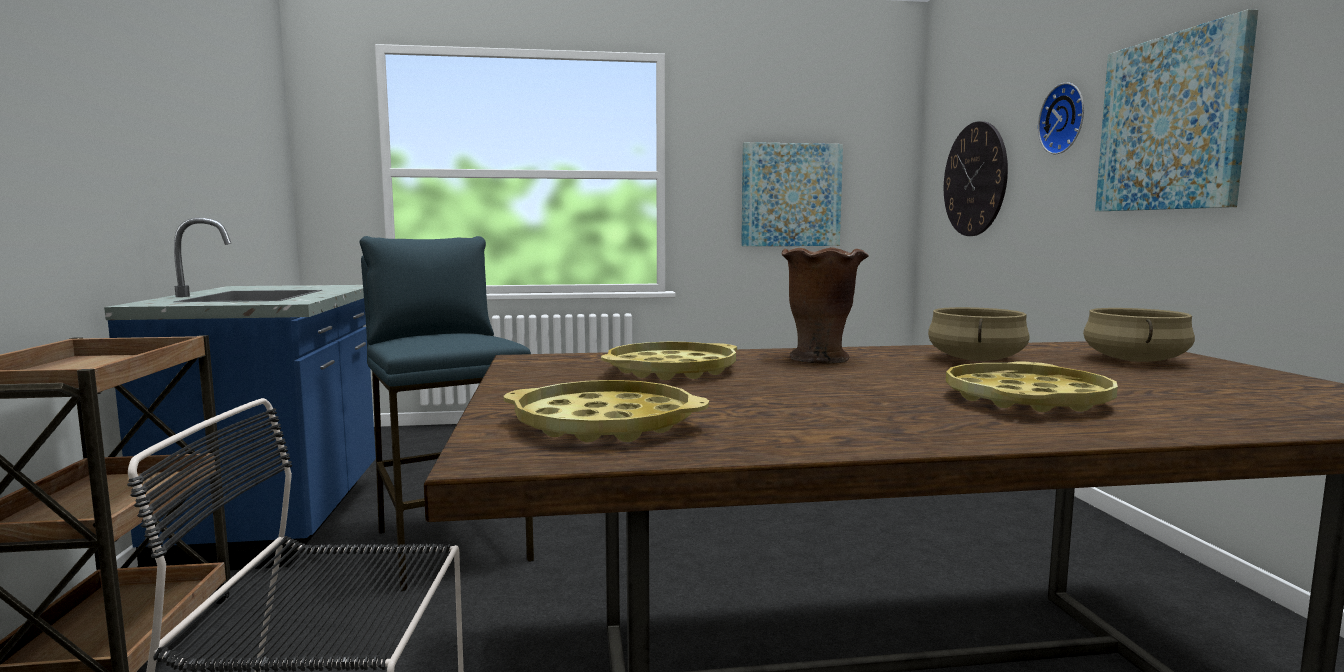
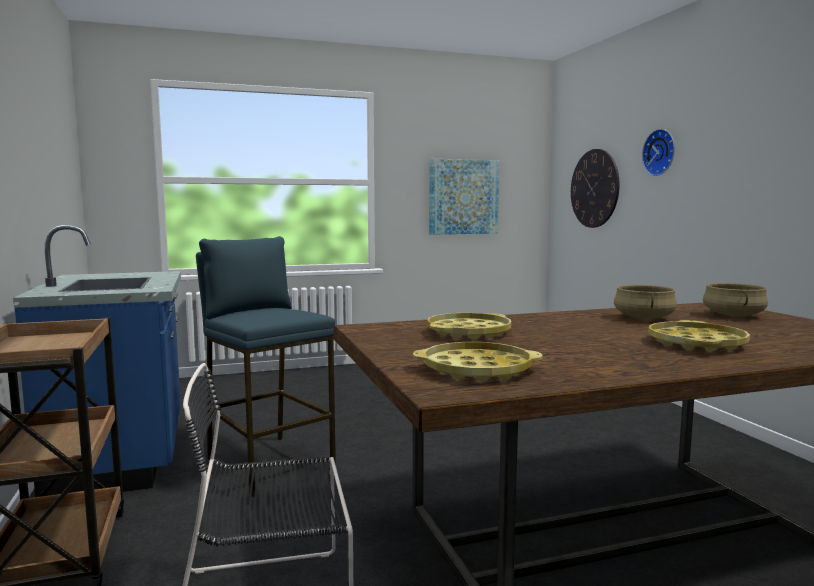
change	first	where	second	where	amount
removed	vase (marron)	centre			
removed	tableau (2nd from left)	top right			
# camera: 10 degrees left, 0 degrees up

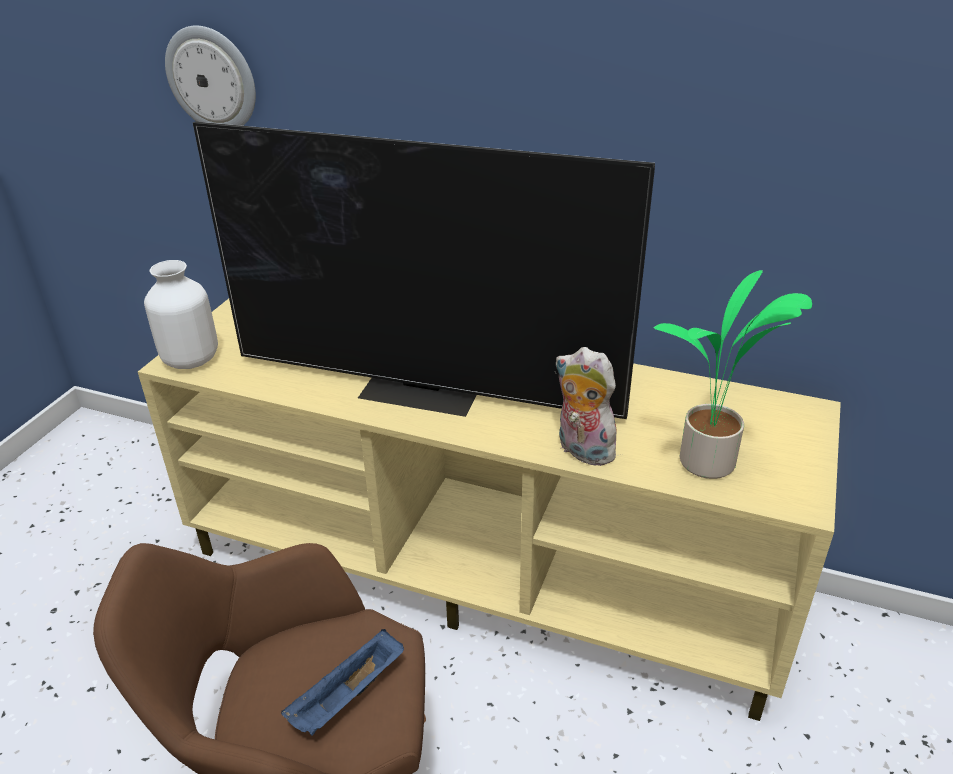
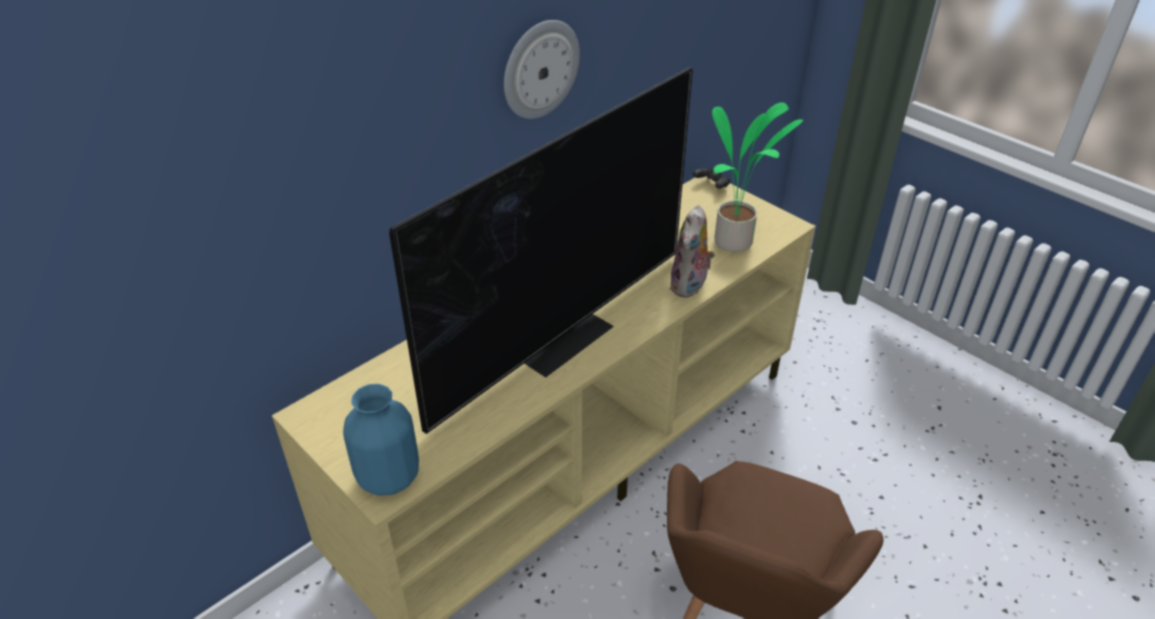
change	first	where	second	where	amount
recoloured	vase (blanc)	middle left	vase (bleu)	bottom left	
moved	horloge murale	top left		top centre	
removed	plateau (bleu)	bottom centre			
turned	peluche	centre		centre	45 degrees counterclockwise
added			manette (noir)	top centre	
# camera: 65 degrees left, 5 degrees up

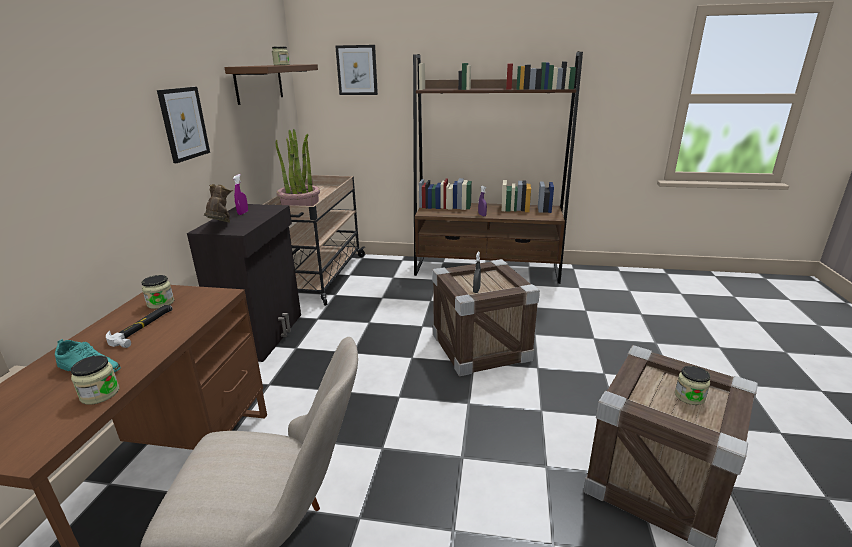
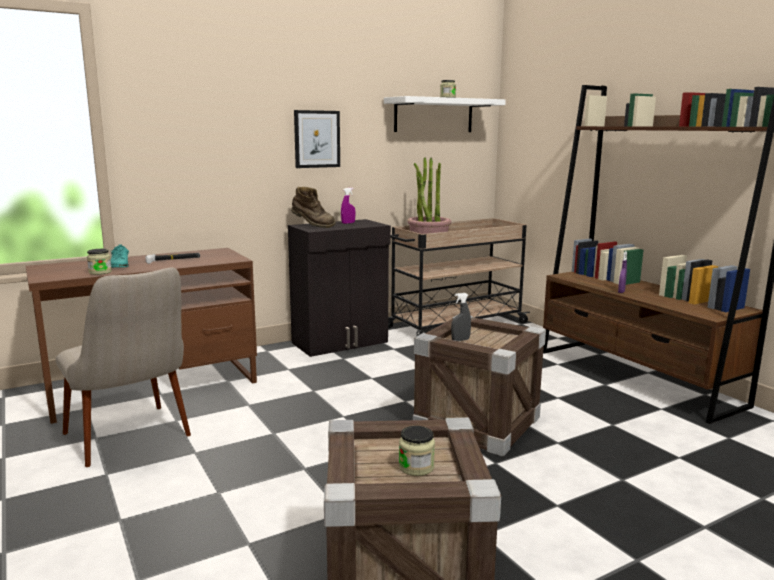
change	first	where	second	where	amount
removed	bocal (2nd from left)	middle left			
turned	botte (marron)	middle left		centre	75 degrees clockwise
recoloured	étagère (marron)	top left	étagère (blanc)	top centre	
removed	tableau (2nd from left)	top centre			
# camera: 50 degrees right, 10 degrees down

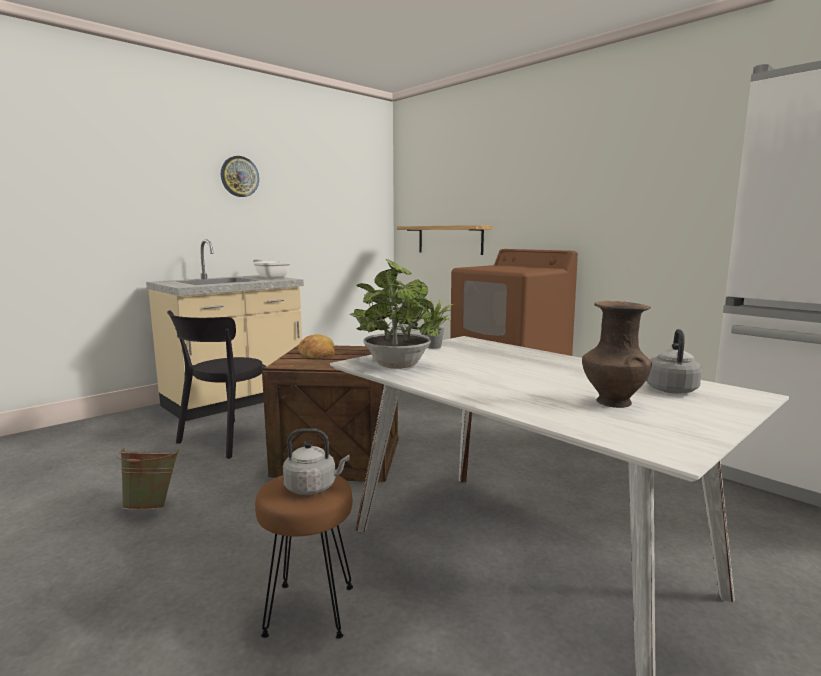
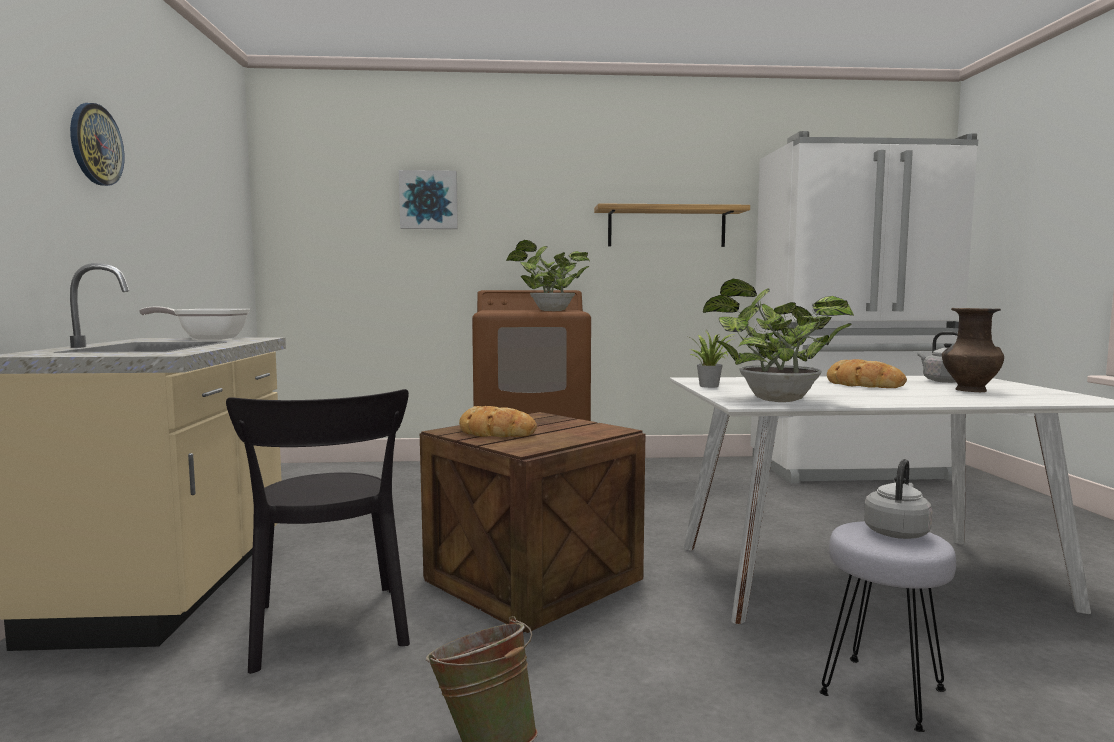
change	first	where	second	where	amount
recoloured	tabouret (marron)	bottom centre	tabouret (gris)	bottom right	
moved	étagère	centre		top centre	
added			tableau	top centre	
added			plante en pot (1st from left)	centre	
added			pain (2nd from left)	middle right	
# camera: 50 degrees left, 5 degrees down

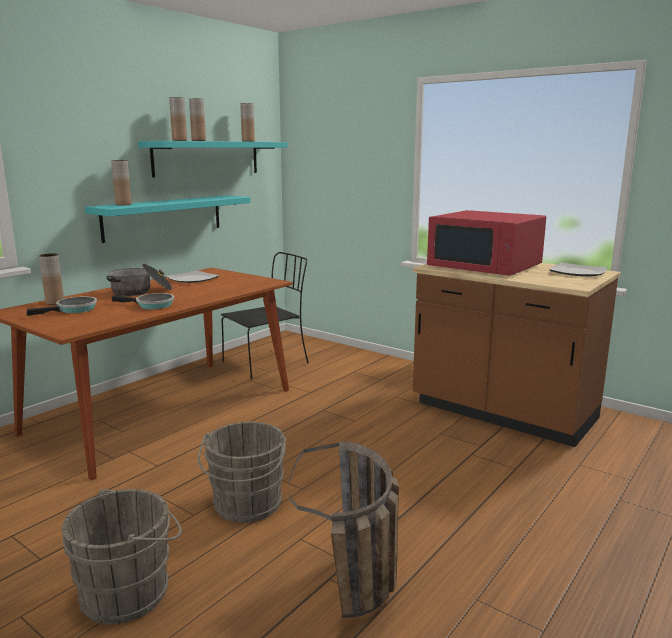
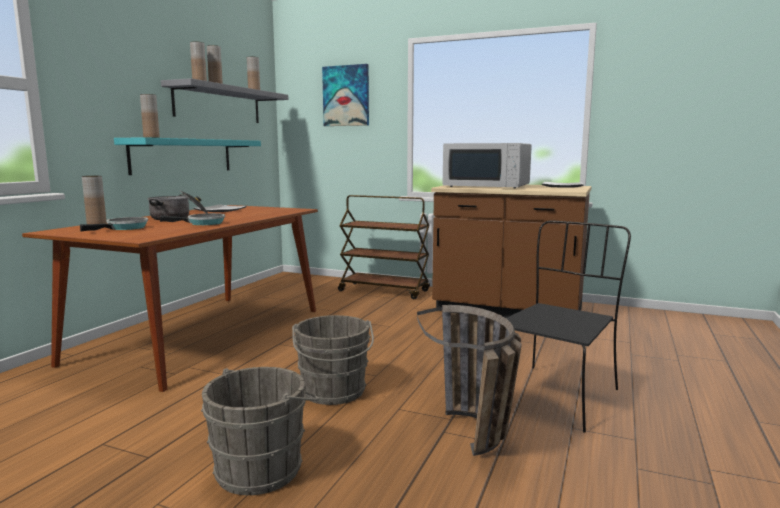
change	first	where	second	where	amount
recoloured	étagère (turquoise) (2nd from left)	top left	étagère (gris)	top left	
moved	chaise (noir)	centre		middle right	
recoloured	micro-ondes (rouge)	middle right	micro-ondes (blanc)	top centre	
added			tableau	top centre	
added			chariot (marron)	centre	
# camera: 15 degrees left, 5 degrees down

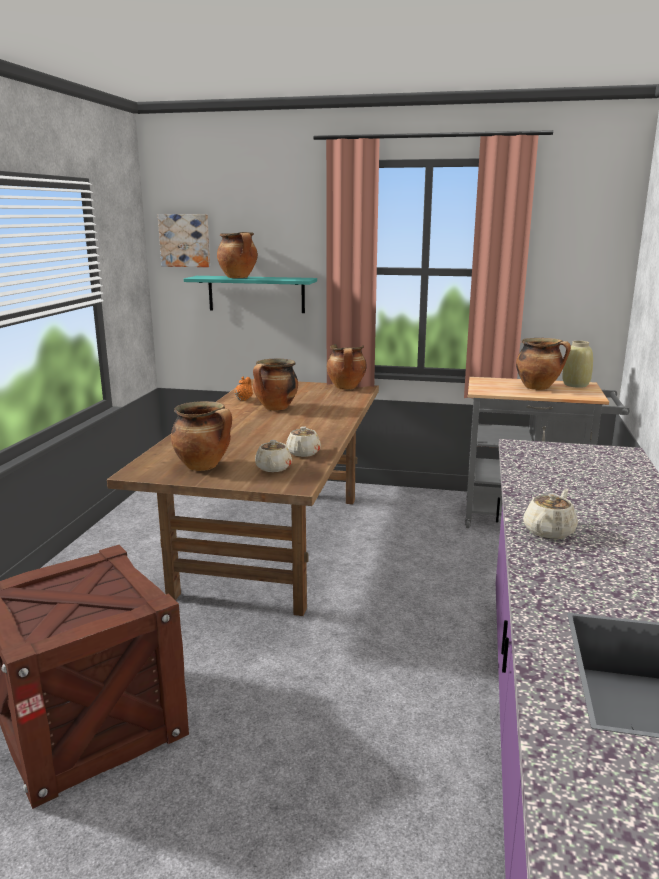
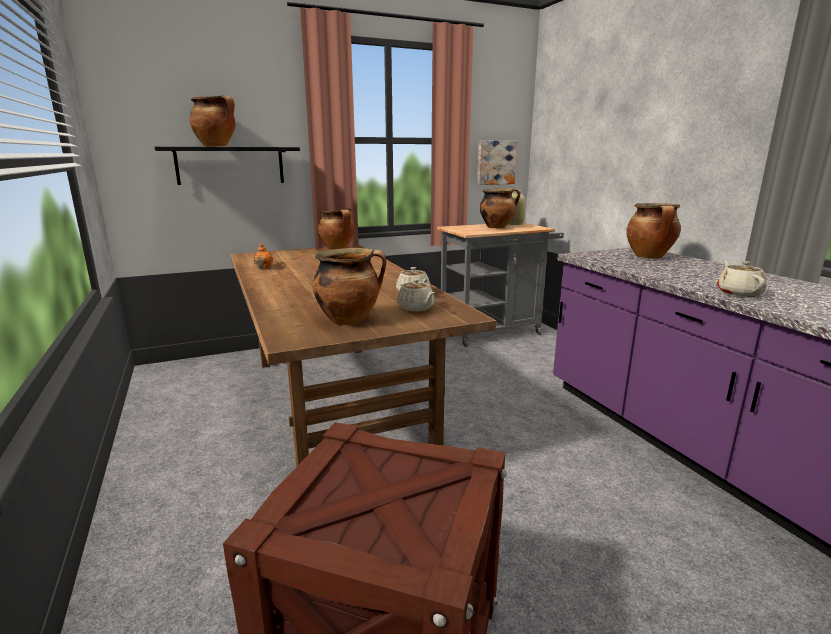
change	first	where	second	where	amount
moved	tableau	top left		top centre	
recoloured	étagère (turquoise)	centre	étagère (noir)	top left	
moved	marmite (3rd from left in the first image)	centre	marmite (5th from left)	middle right	
# camera: 35 degrees left, 0 degrees up

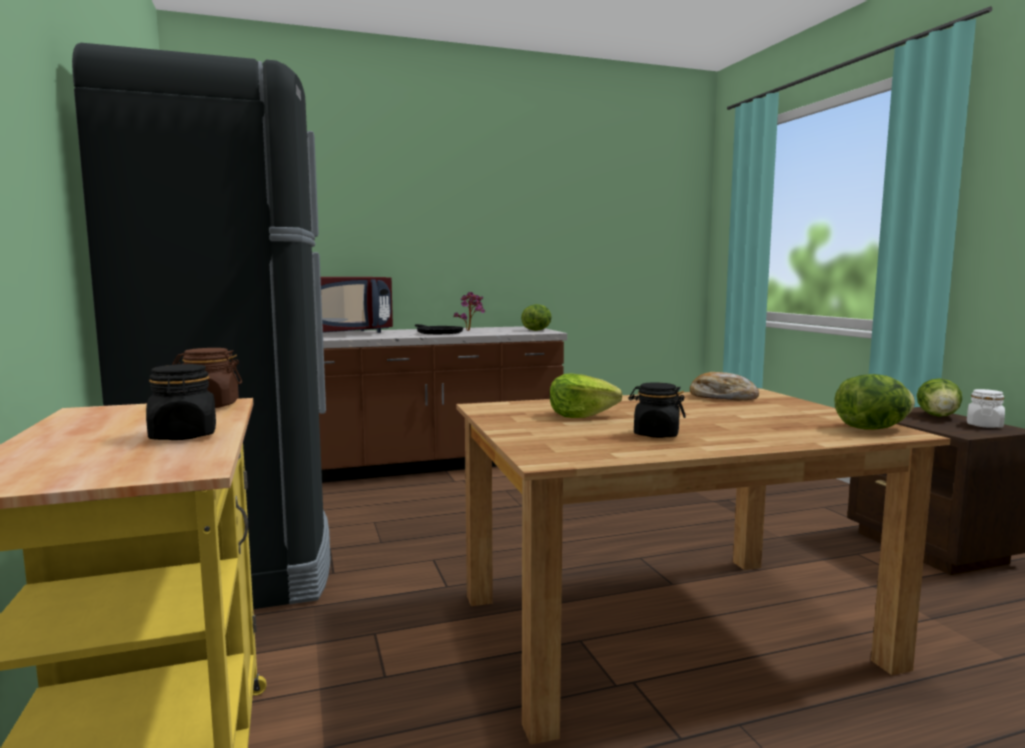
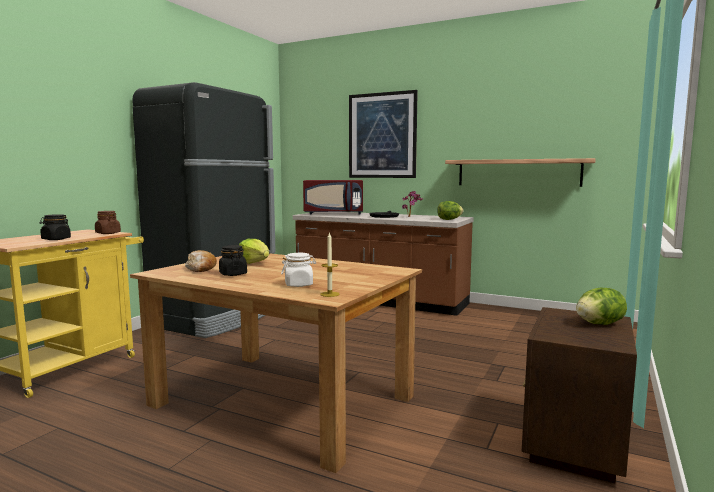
change	first	where	second	where	amount
moved	pain	middle right		middle left	
replaced	laitue (3rd from left)	middle right	bougie	centre	
moved	bocal (blanc)	middle right		centre	
added			tableau	top centre	
added			étagère	middle right	
# camera: 45 degrees right, 0 degrees up

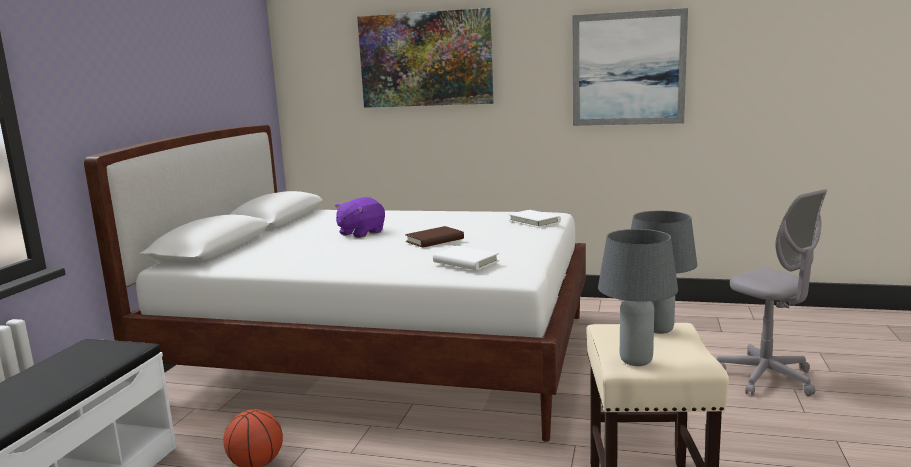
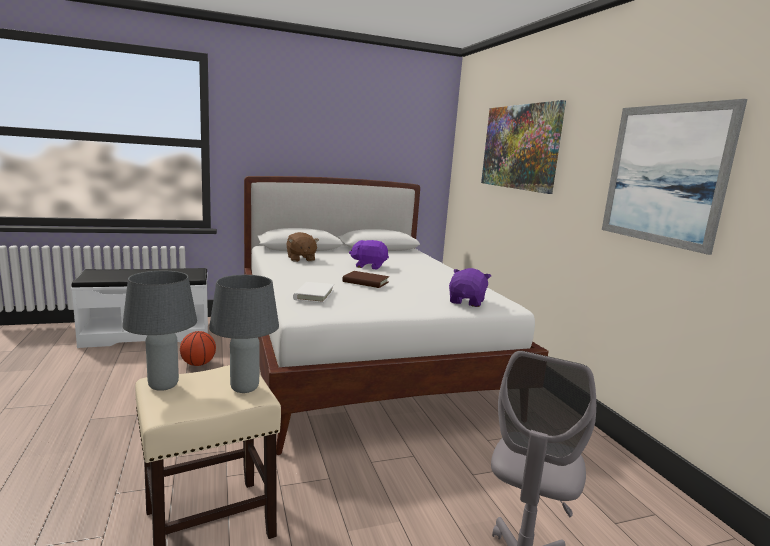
change	first	where	second	where	amount
replaced	livre (blanc) (2nd from left)	centre	peluche (violet) (2nd from left)	centre	
added			peluche (marron)	centre	
# camera: 55 degrees right, 0 degrees up

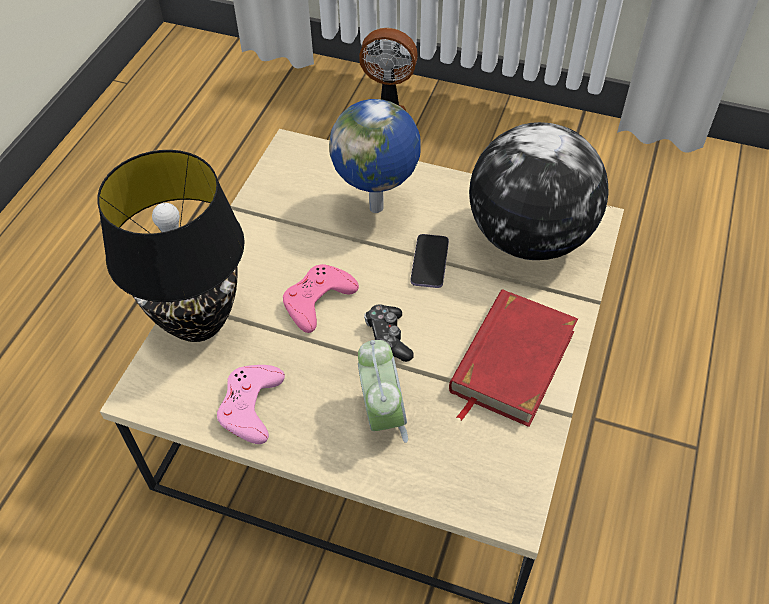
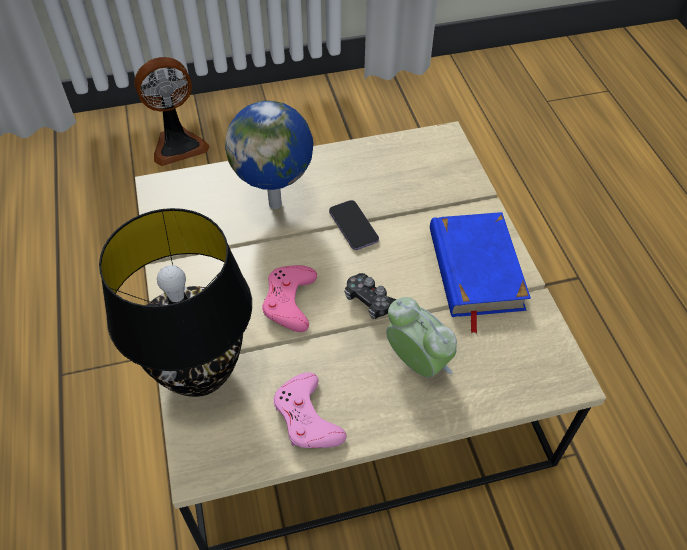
change	first	where	second	where	amount
recoloured	livre (rouge)	middle right	livre (bleu)	middle right	
removed	globe (2nd from left)	top right			
# camera: 35 degrees left, 0 degrees up

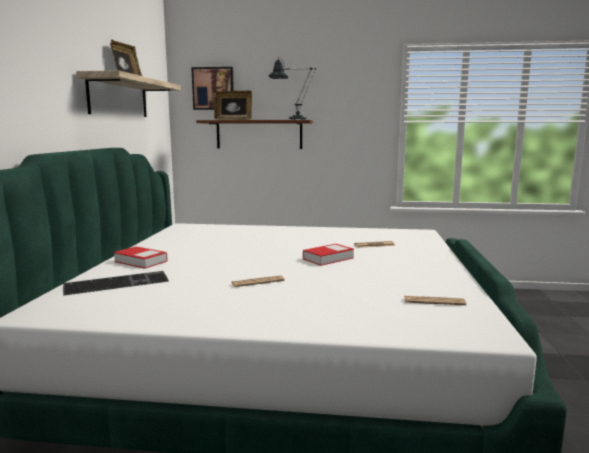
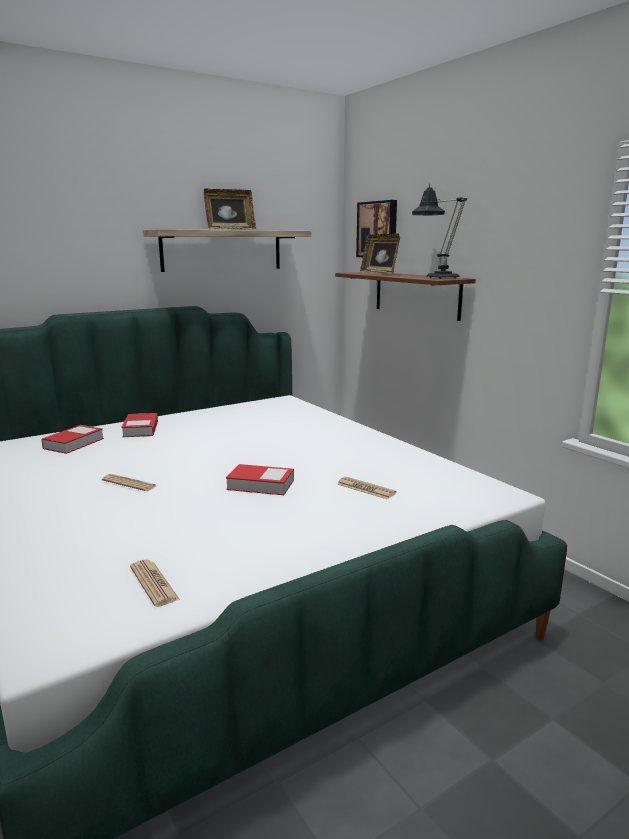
change	first	where	second	where	amount
replaced	clavier	middle left	livre (1st from left)	middle left	
# camera: 50 degrees right, 5 degrees up

